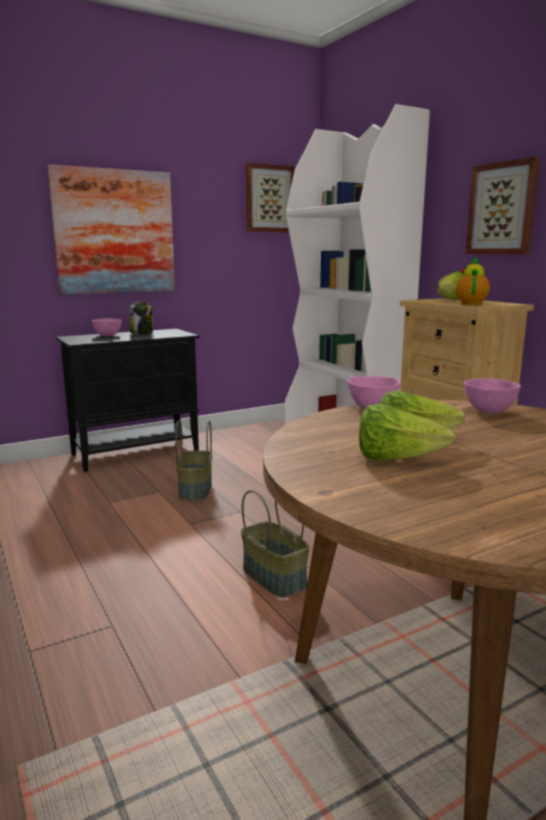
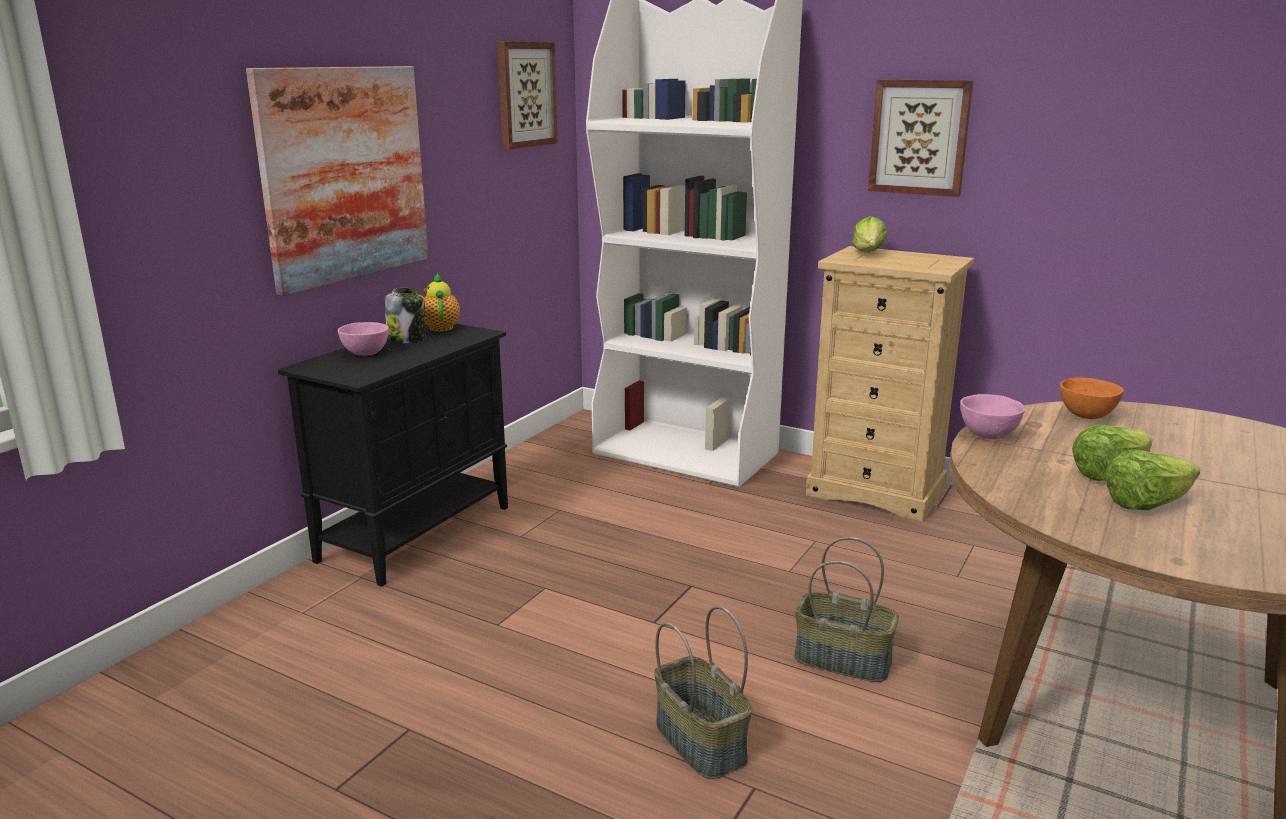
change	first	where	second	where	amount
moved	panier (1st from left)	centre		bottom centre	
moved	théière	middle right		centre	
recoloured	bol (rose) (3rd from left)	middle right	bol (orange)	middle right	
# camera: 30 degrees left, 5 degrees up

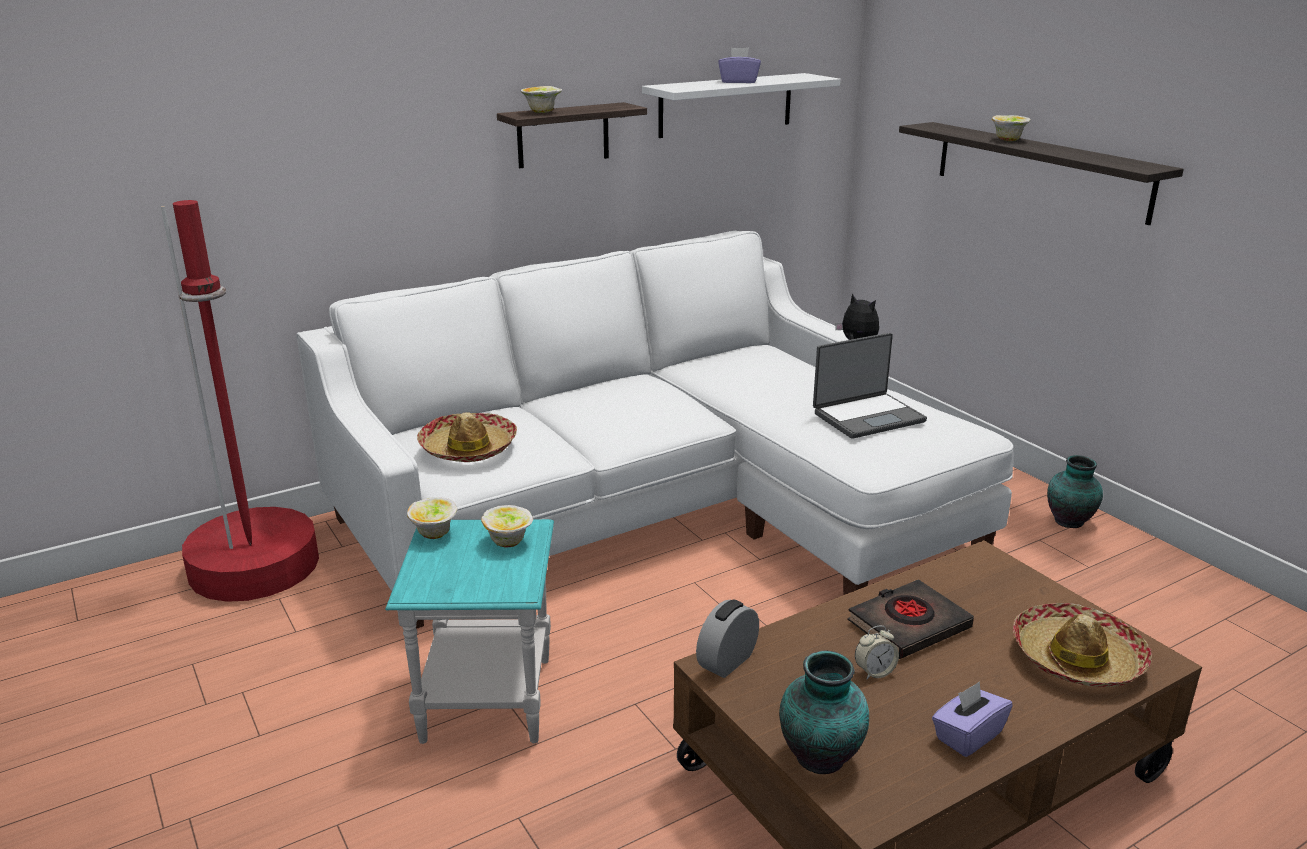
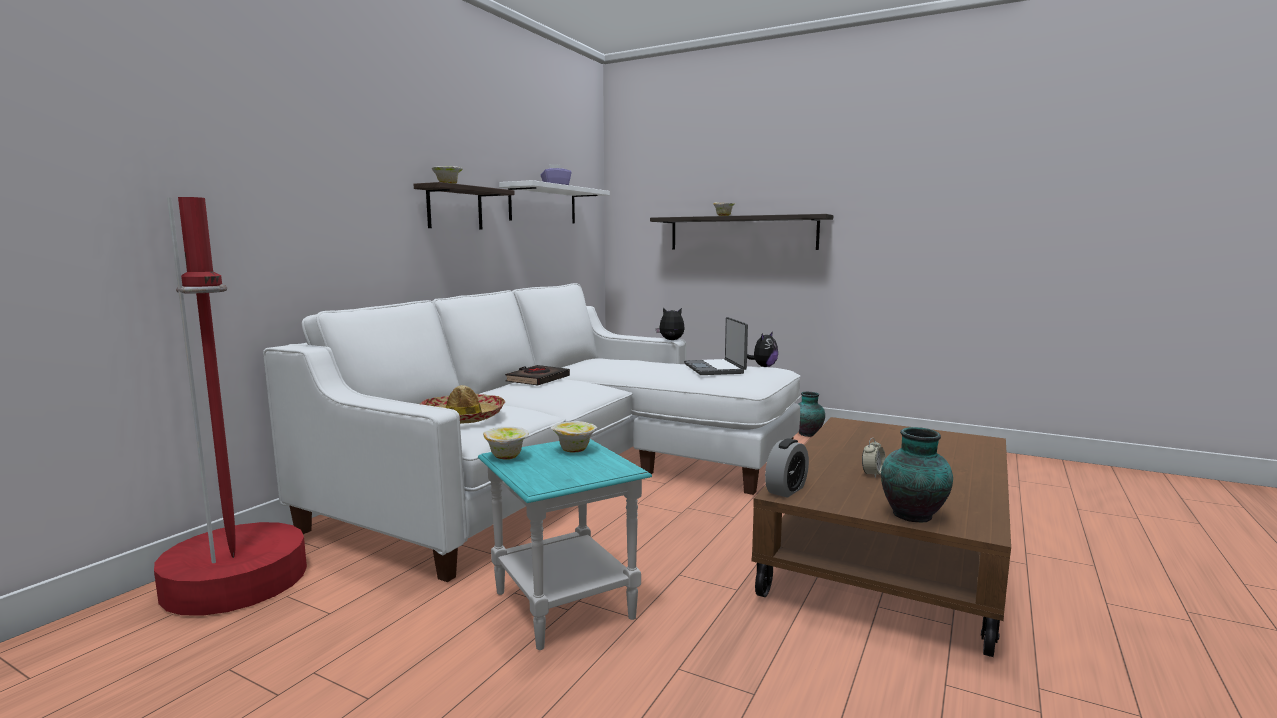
change	first	where	second	where	amount
turned	réveil (1st from left)	bottom centre		centre	150 degrees counterclockwise
turned	ordinateur portable	centre		centre	135 degrees clockwise
moved	livre (noir)	bottom right		centre	
removed	boîte à mouchoirs (violet) (2nd from left)	bottom right			
removed	chapeau (2nd from left)	bottom right			
added			peluche (2nd from left)	centre	
# camera: 30 degrees left, 15 degrees down

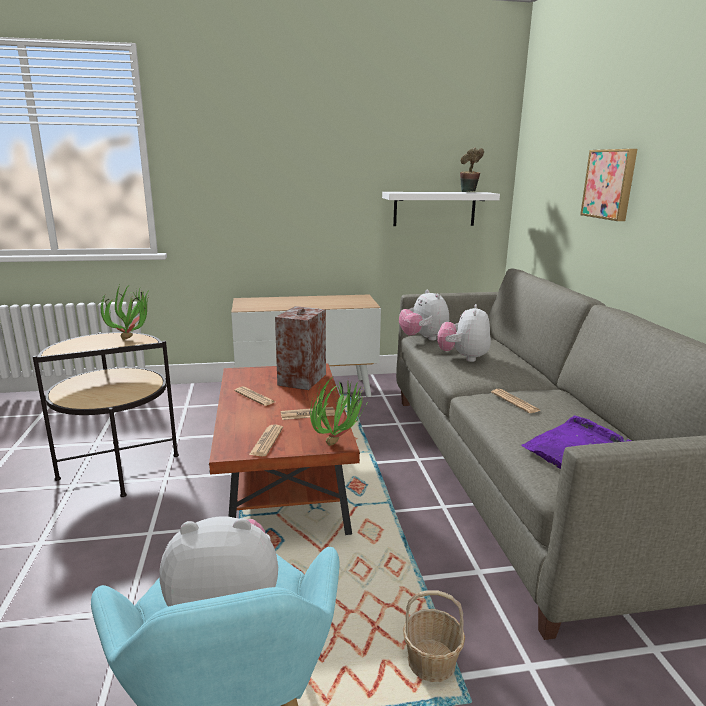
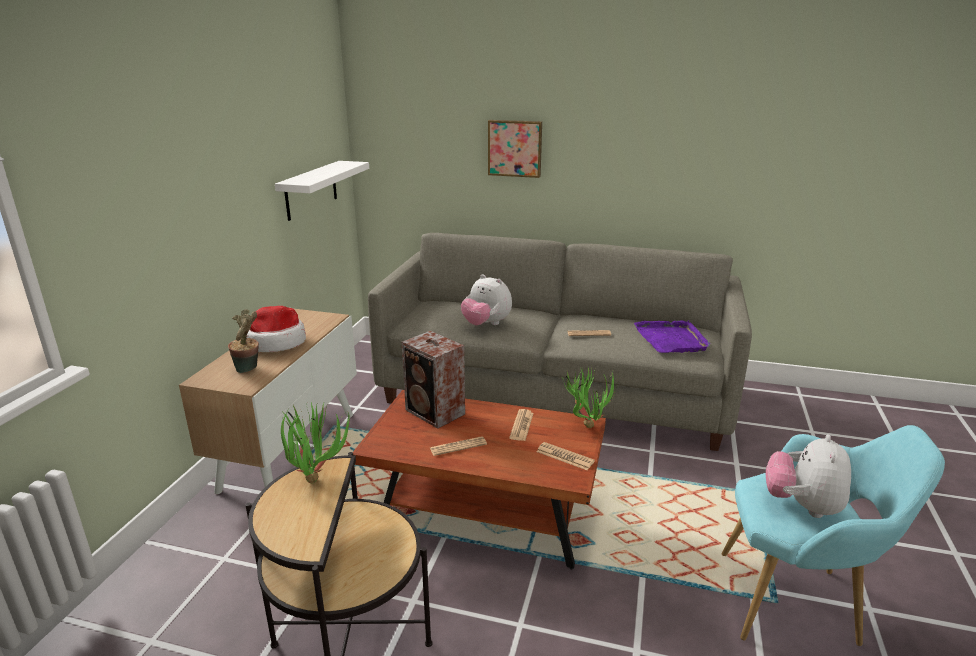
change	first	where	second	where	amount
removed	peluche (2nd from left)	centre			
removed	panier	bottom centre			
moved	plante en pot (3rd from left in the first image)	top right	plante en pot (1st from left)	middle left	
added			chapeau	middle left	
# camera: 65 degrees left, 5 degrees up

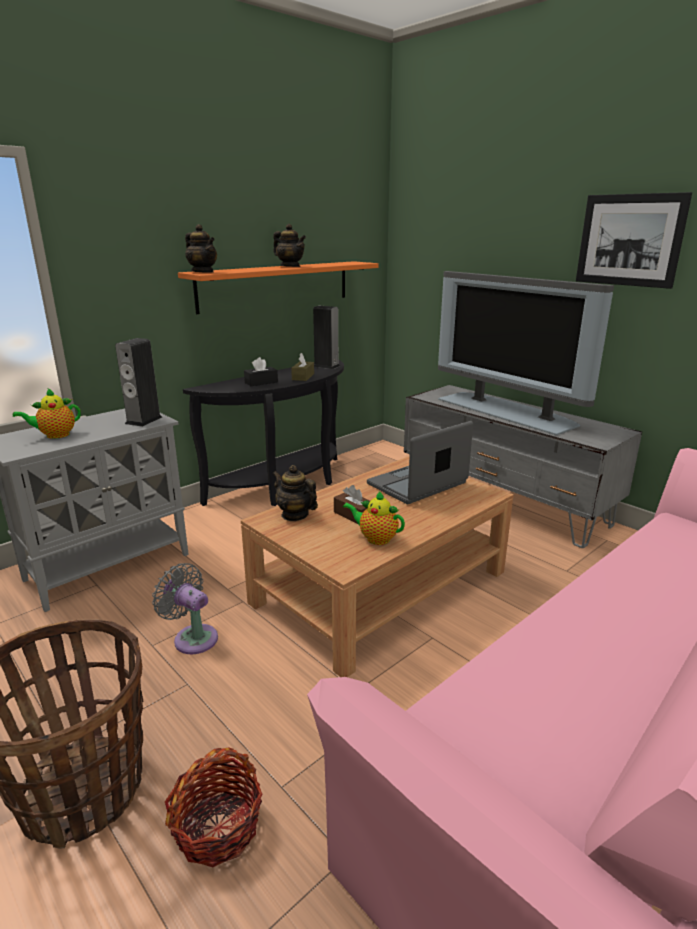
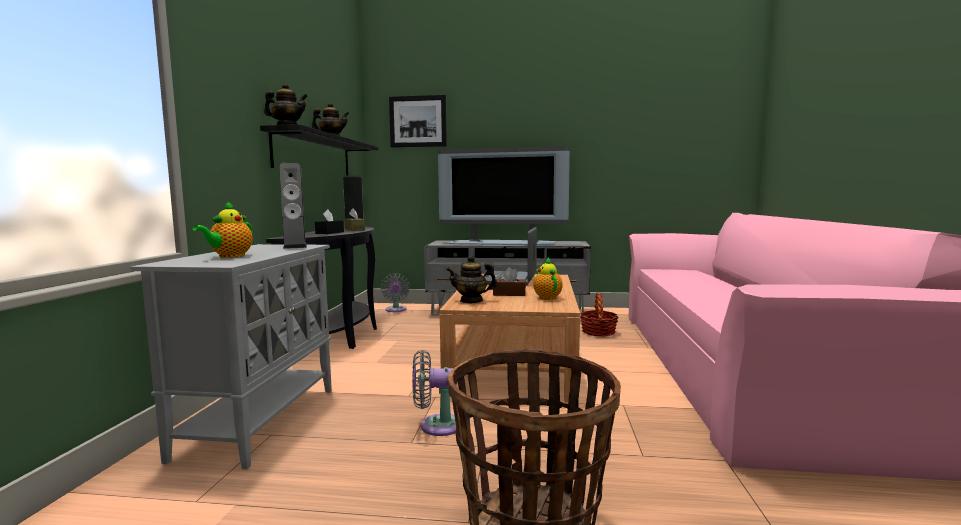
change	first	where	second	where	amount
moved	panier (2nd from left)	bottom left		centre	
recoloured	étagère (orange)	top centre	étagère (noir)	top left	
turned	théière (5th from left)	centre		centre	90 degrees clockwise
moved	tableau	top right		top centre	
added			ventilateur (gris) (1st from left)	centre	
# camera: 40 degrees left, 15 degrees down

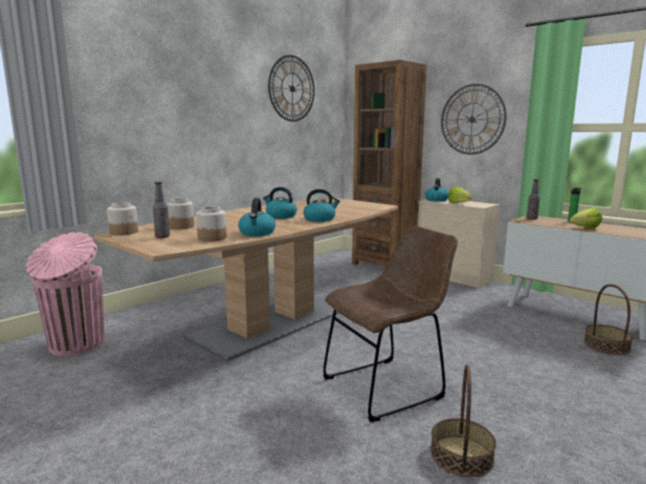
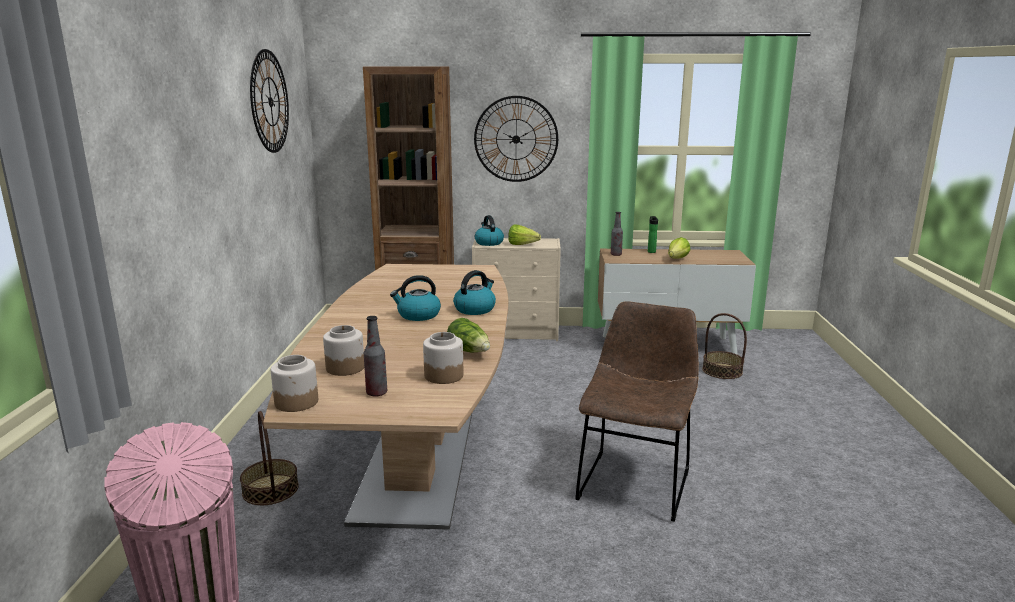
change	first	where	second	where	amount
replaced	bouilloire (1st from left)	centre	laitue (1st from left)	centre	
moved	panier (1st from left)	bottom right		bottom left	
# camera: 40 degrees left, 5 degrees up

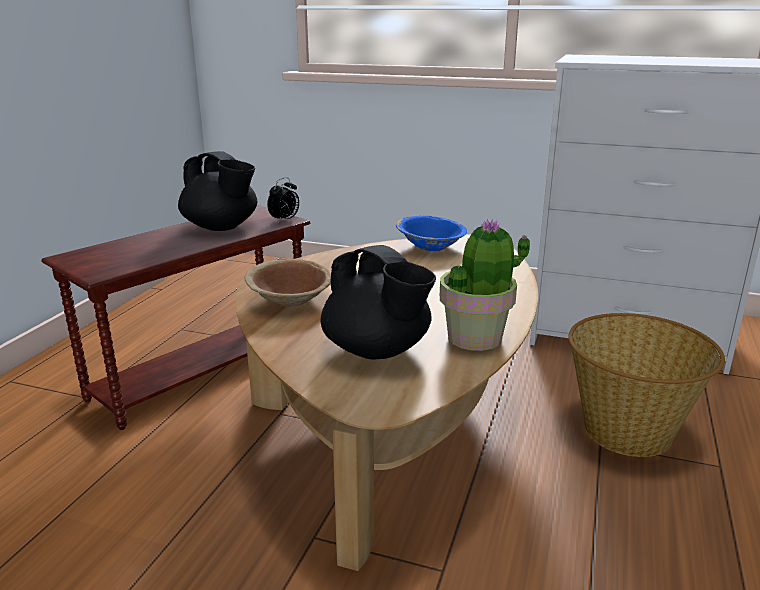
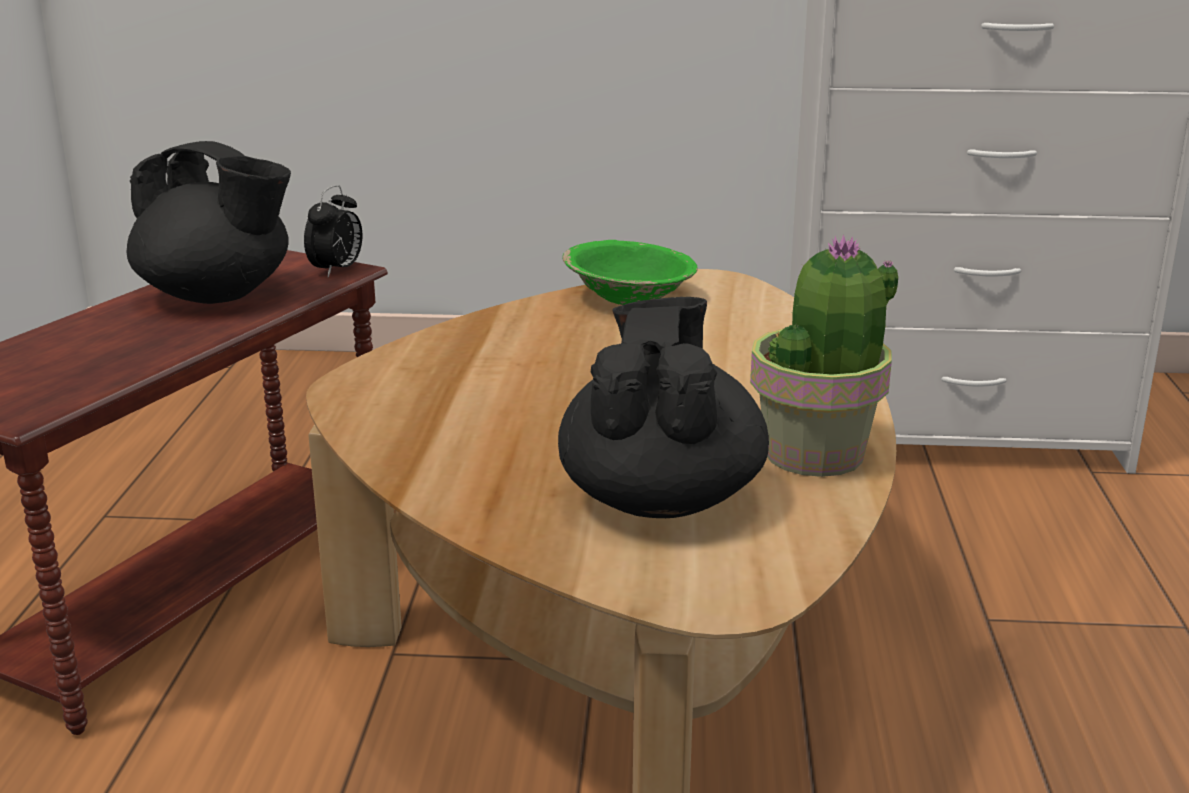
change	first	where	second	where	amount
removed	bol (marron)	centre			
turned	théière (noir) (2nd from left)	centre		centre	120 degrees counterclockwise
recoloured	bol (bleu)	centre	bol (vert)	centre	
removed	panier	middle right			
# camera: 15 degrees left, 0 degrees up

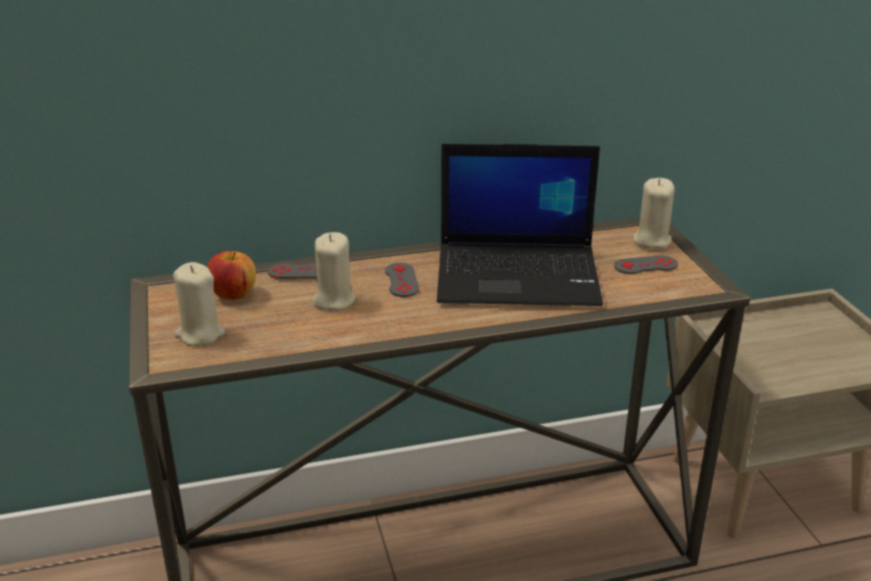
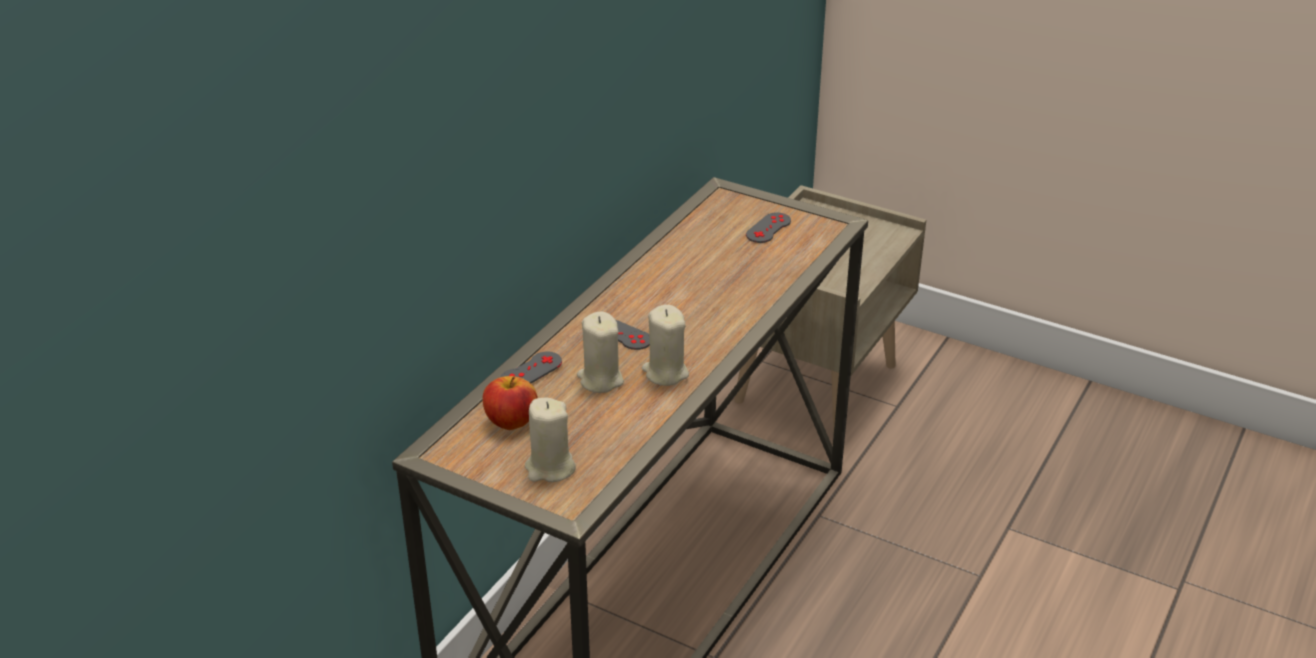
change	first	where	second	where	amount
removed	ordinateur portable	centre			
moved	bougie (beige) (3rd from left)	middle right		centre	
# camera: 45 degrees left, 5 degrees up

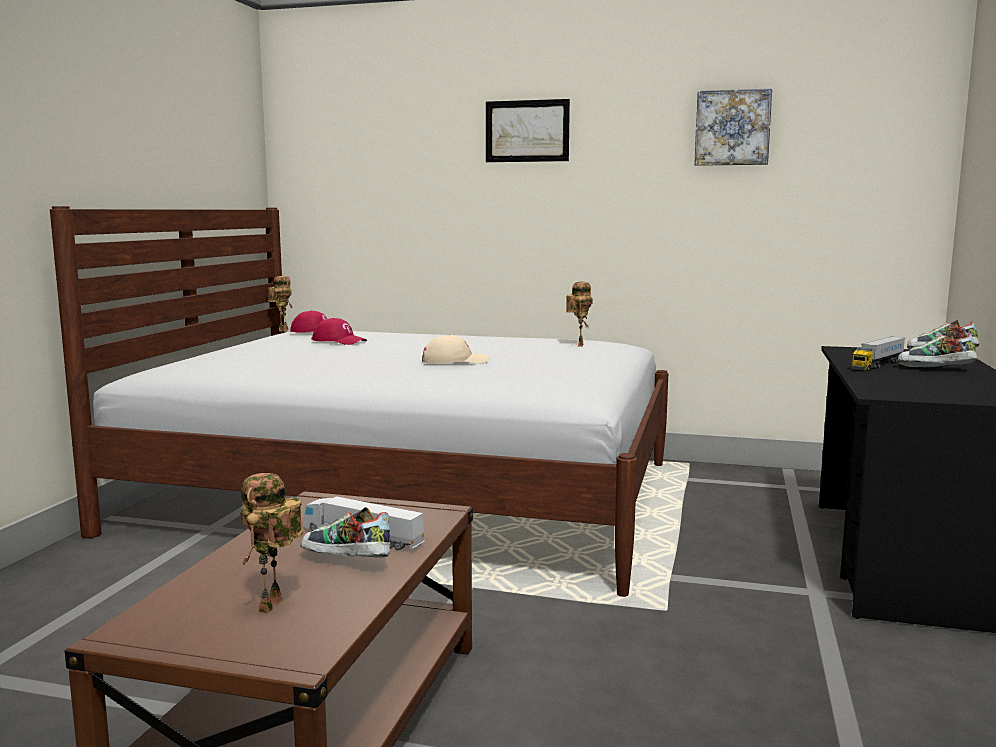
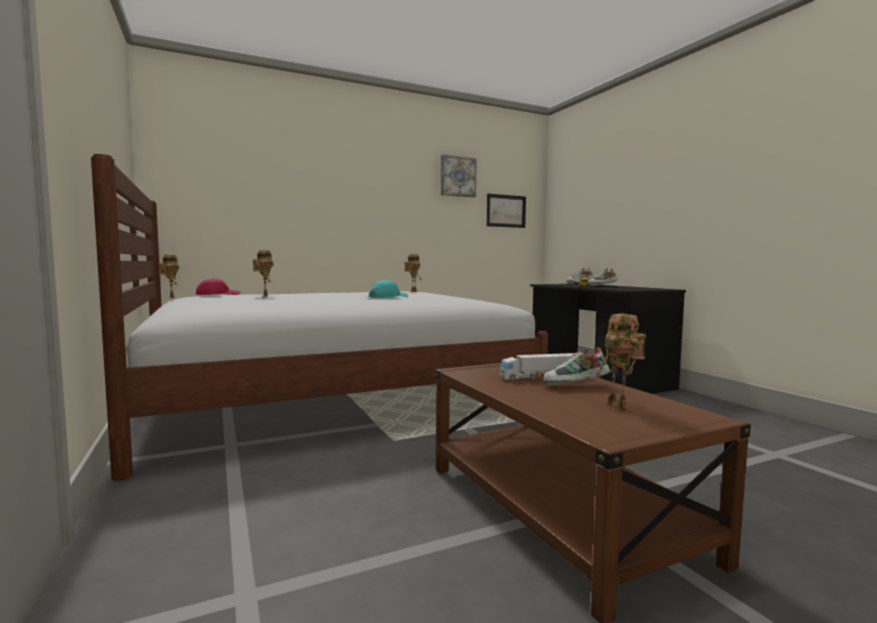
change	first	where	second	where	amount
replaced	casquette (rouge) (2nd from left)	centre	robot jouet (2nd from left)	middle left	
recoloured	casquette (beige)	centre	casquette (turquoise)	centre	
moved	tableau (1st from left in the first image)	top centre	tableau (2nd from left)	centre	
# camera: 40 degrees left, 5 degrees down

